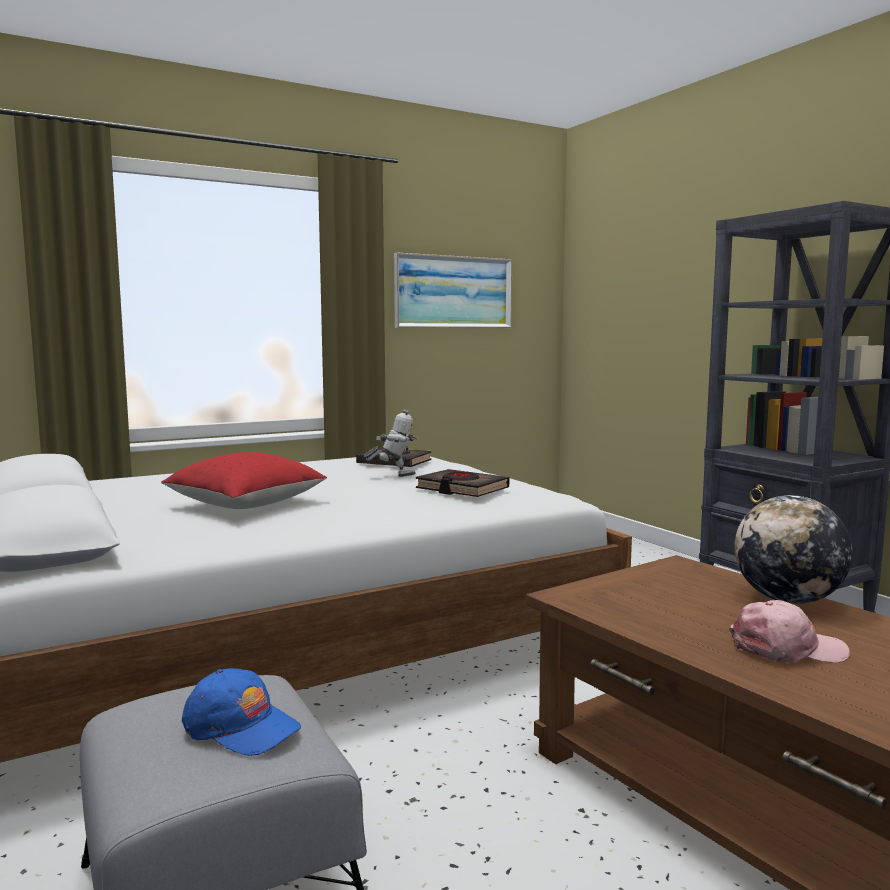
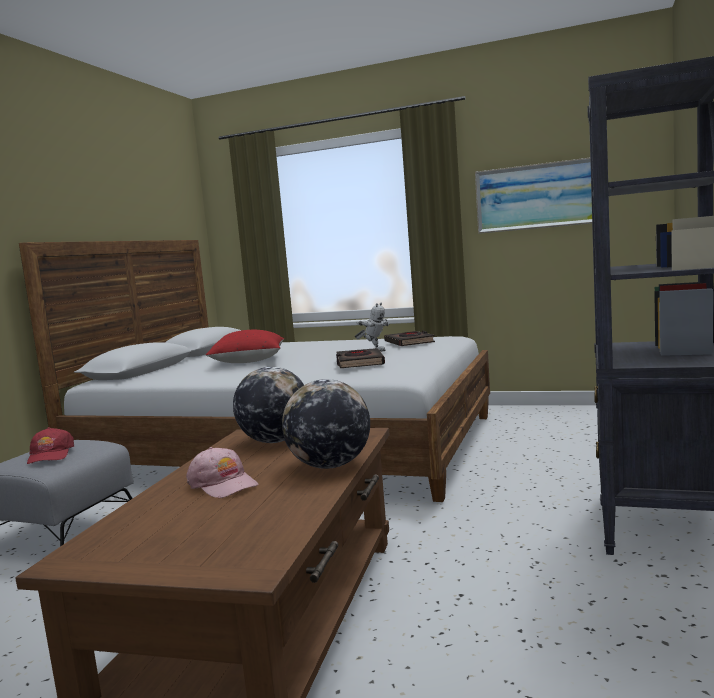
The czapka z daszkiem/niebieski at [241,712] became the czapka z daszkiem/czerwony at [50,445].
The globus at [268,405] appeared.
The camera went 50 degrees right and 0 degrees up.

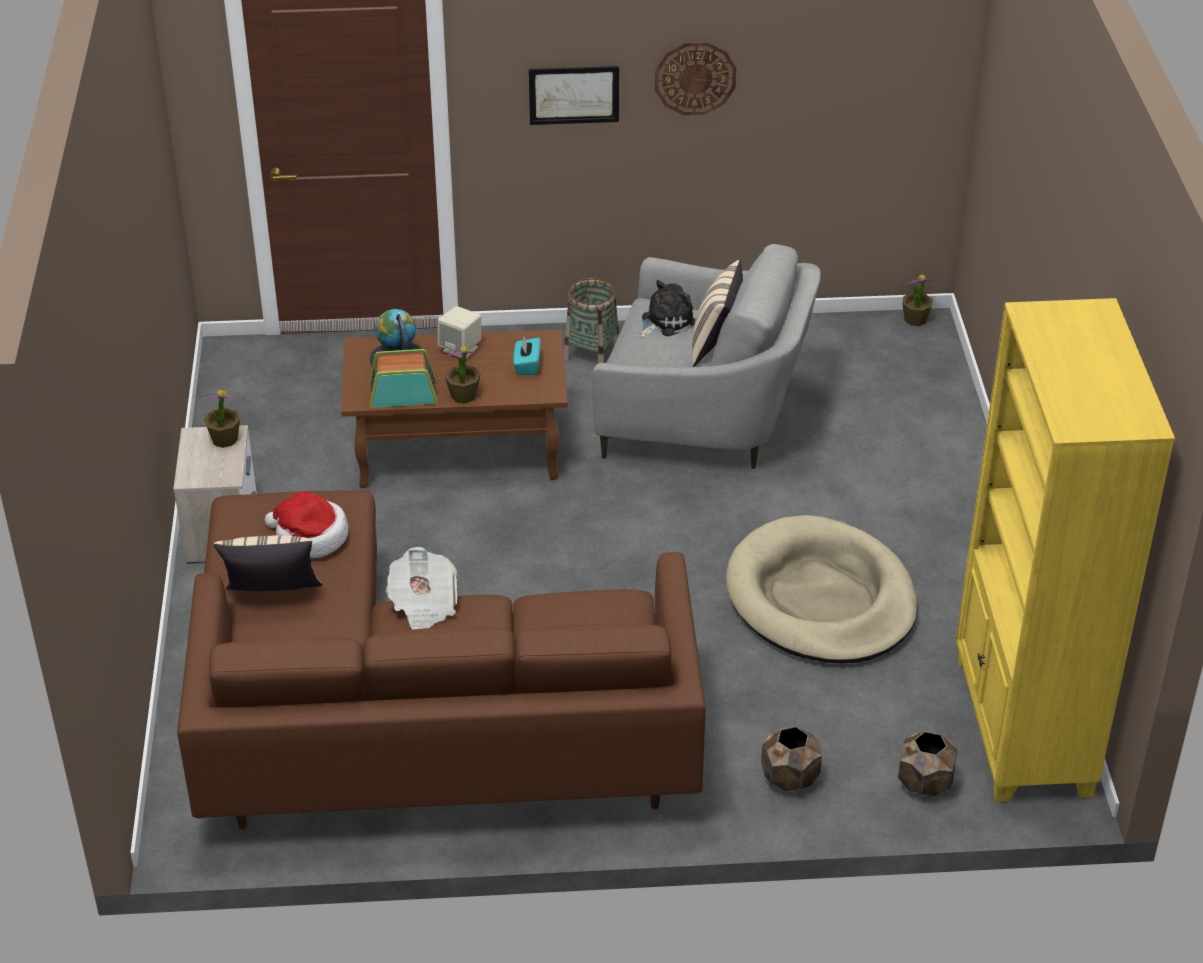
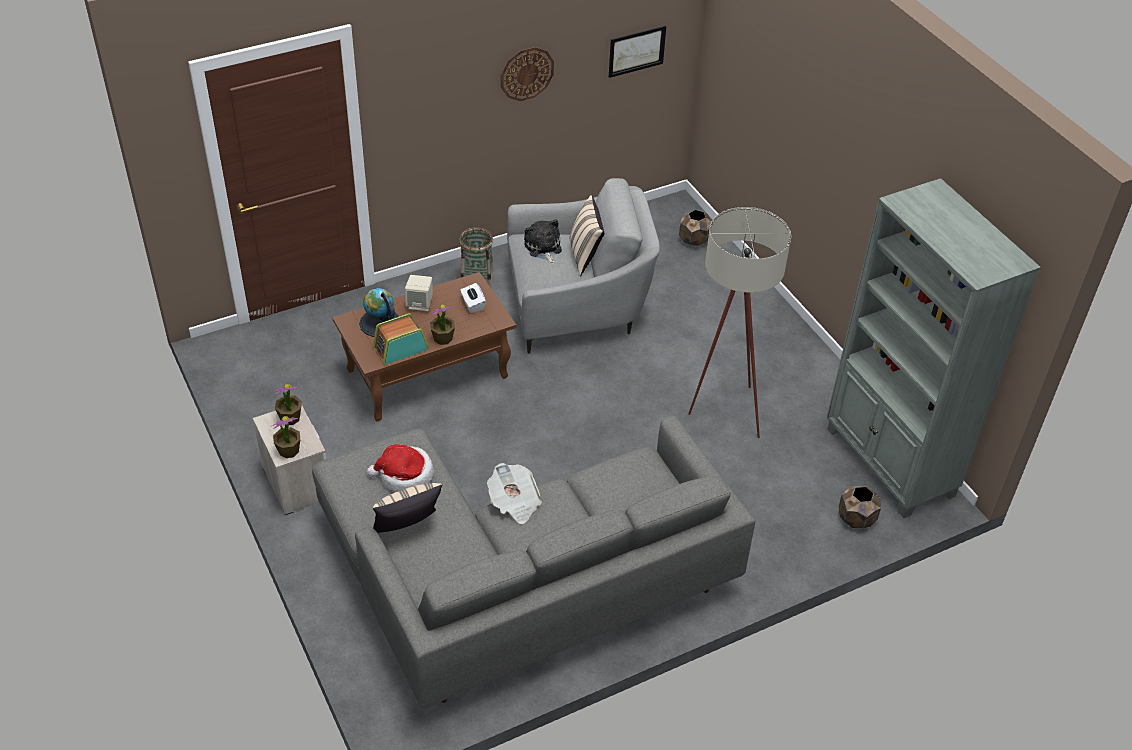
The obraz moved from [574,95] to [637,51].
The roślina doniczkowa moved from [918,300] to [286,437].
The pluszak at [667,308] turned 45 degrees counterclockwise.
The regał/żółty at [1065,550] became the regał/szary at [934,348].
The pudełko chusteczek/turkusowy at [527,356] became the pudełko chusteczek/biały at [473,298].
The kanapa/brązowy at [441,660] became the kanapa/szary at [533,562].
The legowisko/beżowy at [821,589] was replaced by the lampa stojąca/beżowy at [739,322].
The donica/brązowy moved from [791,758] to [695,228].
The camera went 25 degrees left and 5 degrees up.

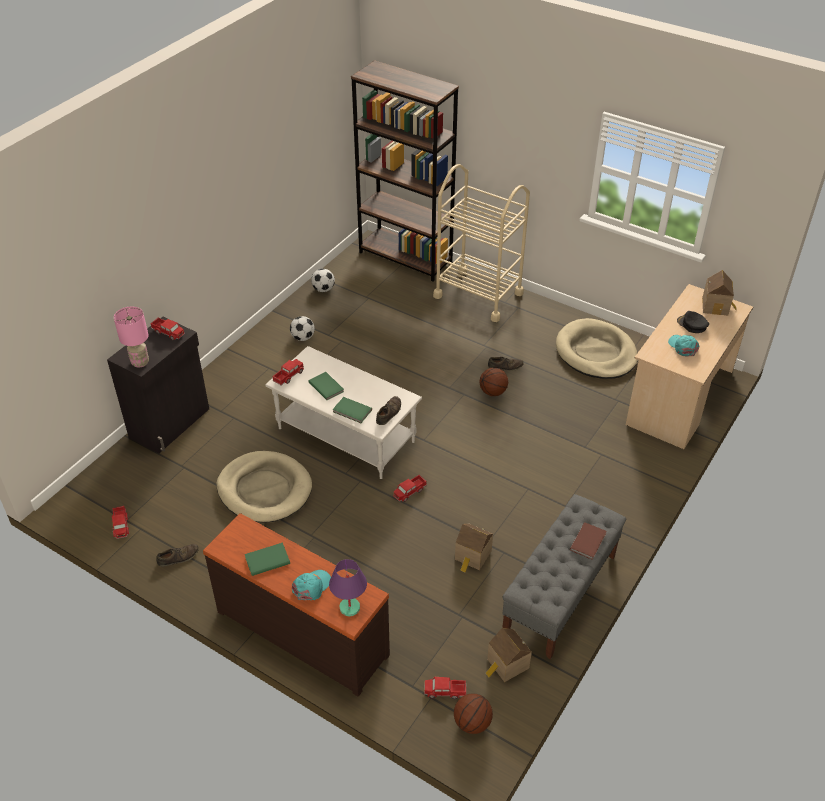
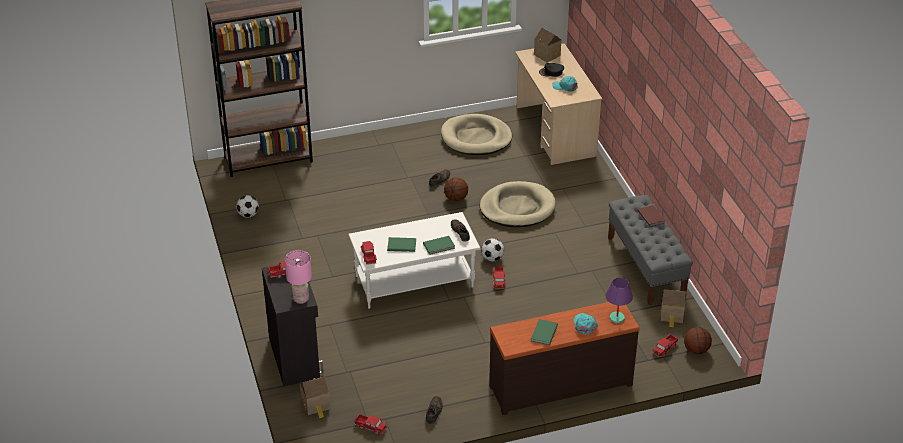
The wózek/beżowy at [481,243] disappeared.
The piłka futbolowa moved from [302,328] to [492,250].
The legowisko/beżowy moved from [264,486] to [518,204].
The domek moved from [474,548] to [315,397].
The camera went 50 degrees left and 5 degrees down.

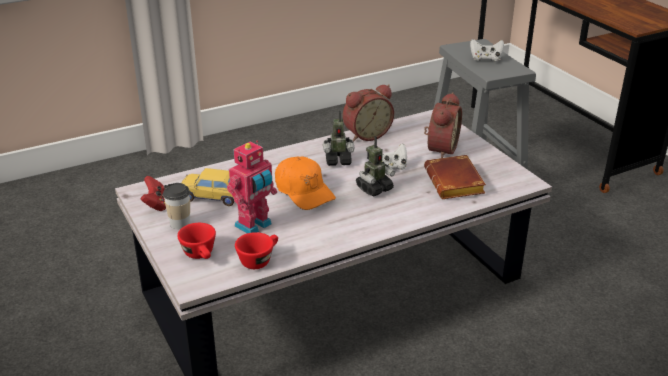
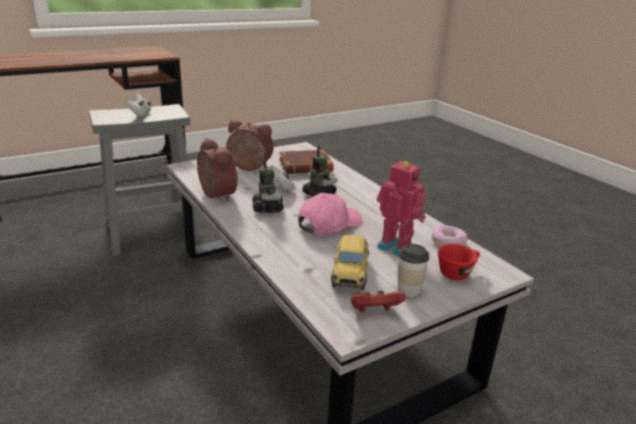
The czapka z daszkiem/pomarańczowy at [305,183] became the czapka z daszkiem/różowy at [330,214].
The filiżanka/czerwony at [256,250] was replaced by the donut at [450,236].
The camera went 95 degrees left and 5 degrees down.

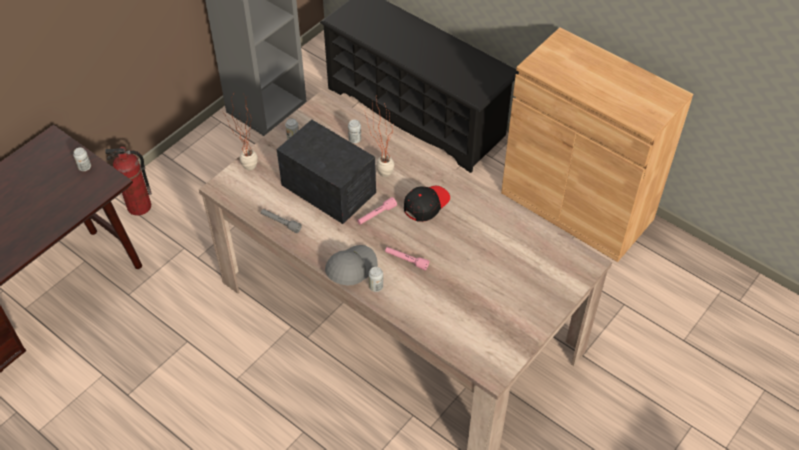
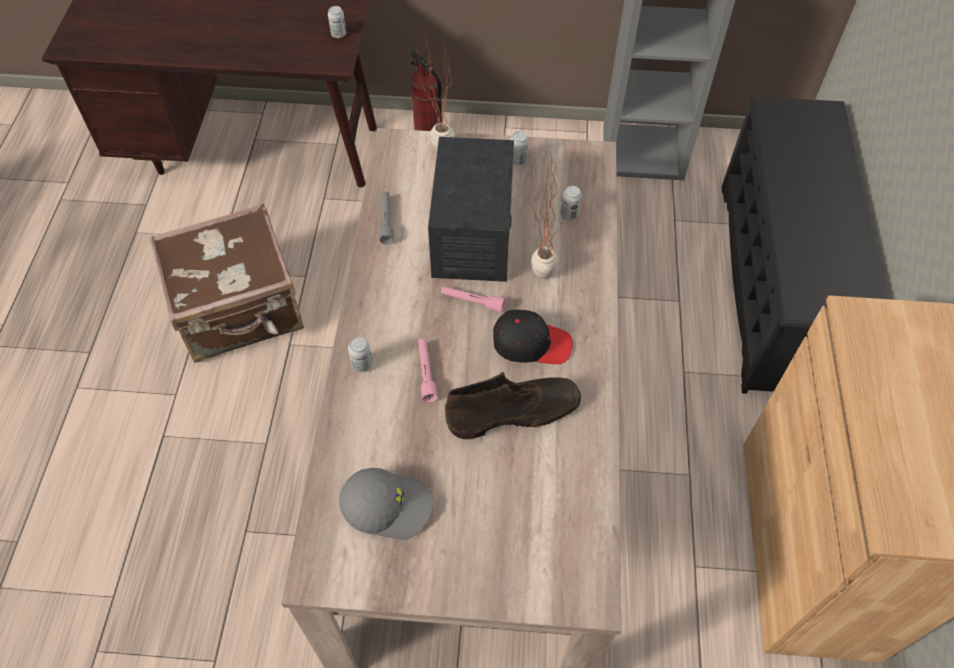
The czapka z daszkiem/szary moved from [351,265] to [386,504].
The walizka/brązowy at [226,283] appeared.
The but z cholewką/brązowy at [513,405] appeared.
The camera went 55 degrees right and 5 degrees up.

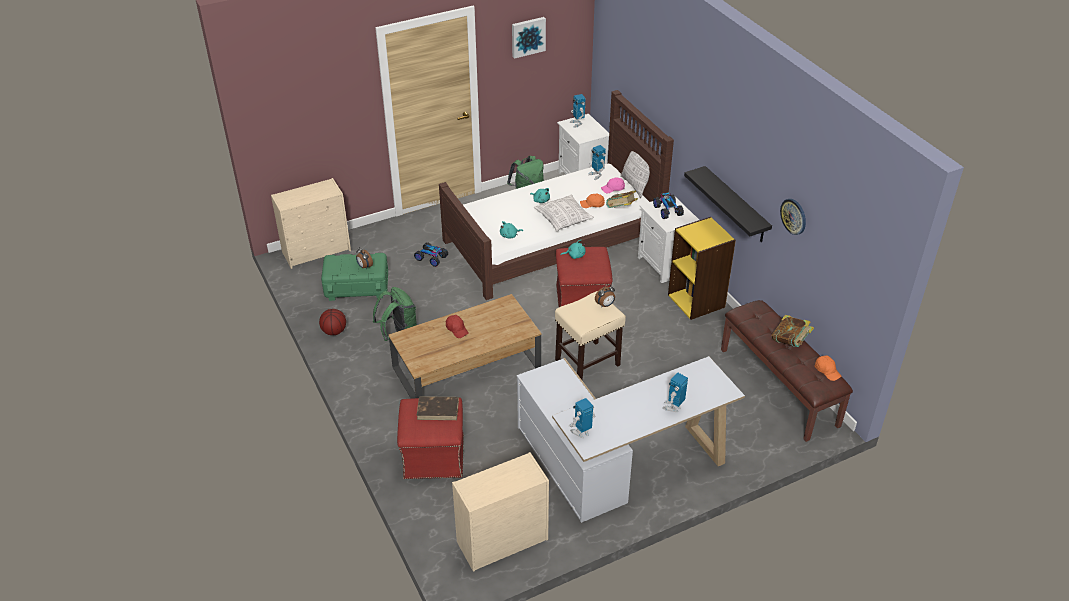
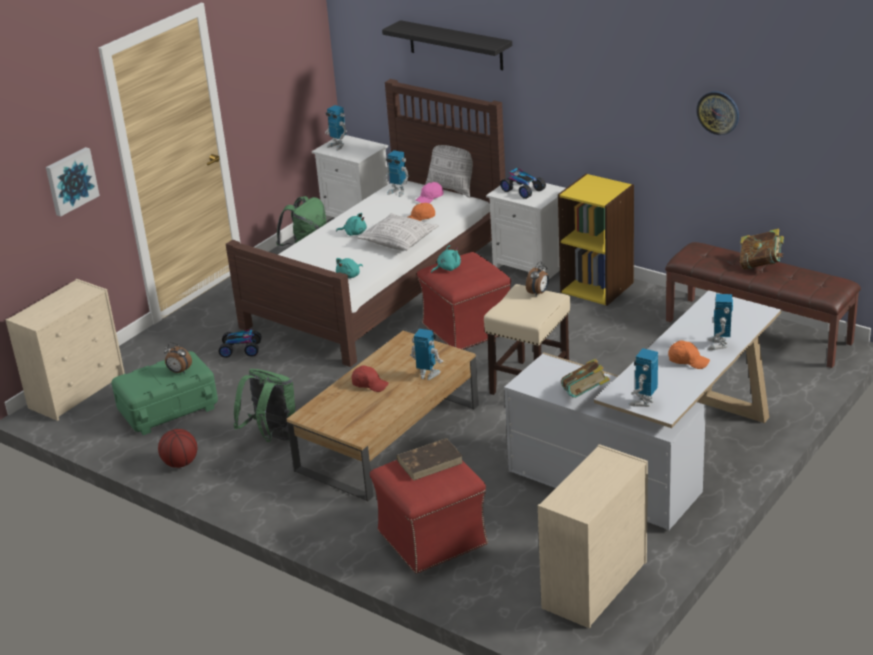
The obraz moved from [529,38] to [73,181].
The półka/czarny moved from [728,204] to [447,45].
The książka moved from [622,199] to [585,378].
The czapka z daszkiem/pomarańczowy moved from [828,368] to [689,354].
The robot zabawkowy at [426,354] appeared.
The camera went 25 degrees left and 10 degrees down.

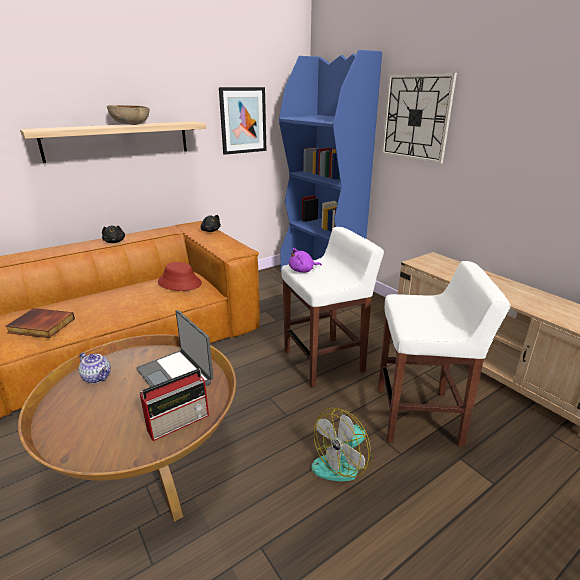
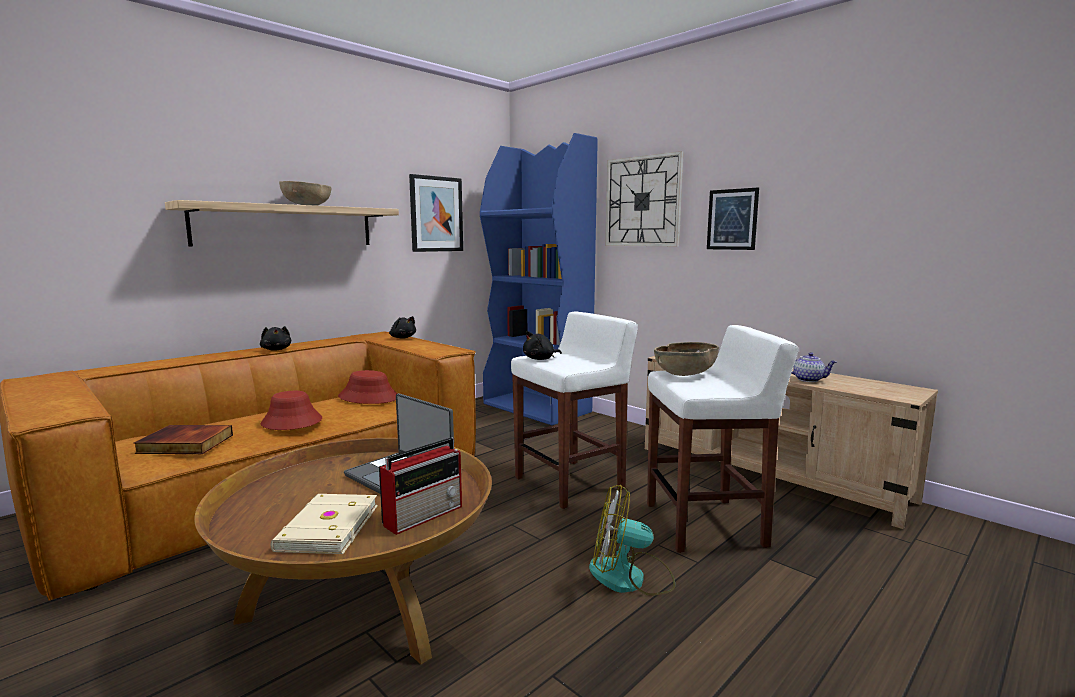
The pluszak/fioletowy at [305,260] became the pluszak/czarny at [542,345].
The imbryk moved from [95,368] to [814,367].
The wentylator at [342,445] turned 60 degrees clockwise.
The obraz at [733,218] appeared.
The miska/brązowy at [686,359] appeared.
The kapelusz/czerwony at [291,410] appeared.
The książka/beżowy at [324,524] appeared.
The camera went 10 degrees left and 15 degrees down.

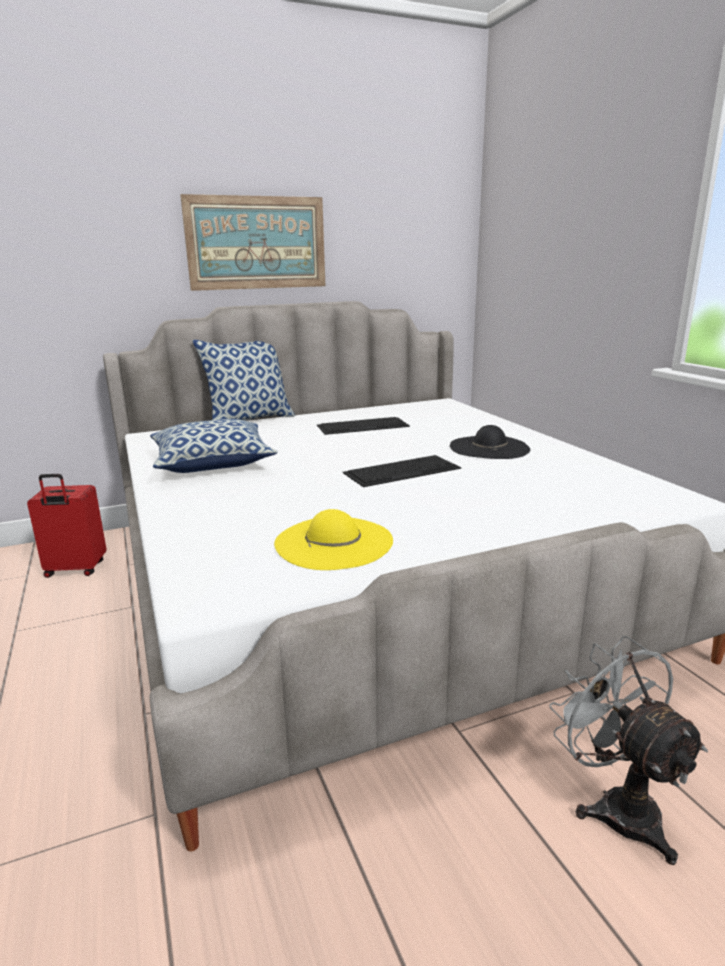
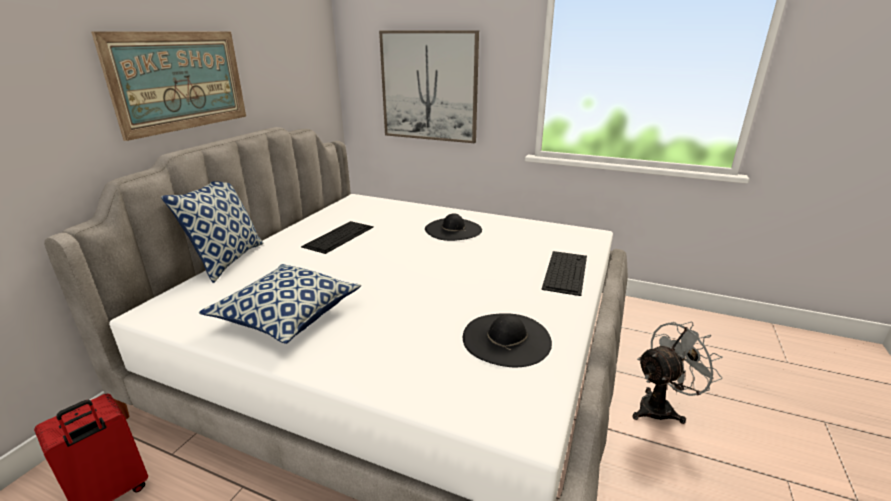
The klawiatura moved from [402,471] to [564,273].
The kapelusz/żółty at [333,539] became the kapelusz/czarny at [507,340].
The wentylator/szary at [628,750] turned 135 degrees clockwise.
The obraz at [429,87] appeared.
The camera went 45 degrees left and 5 degrees up.

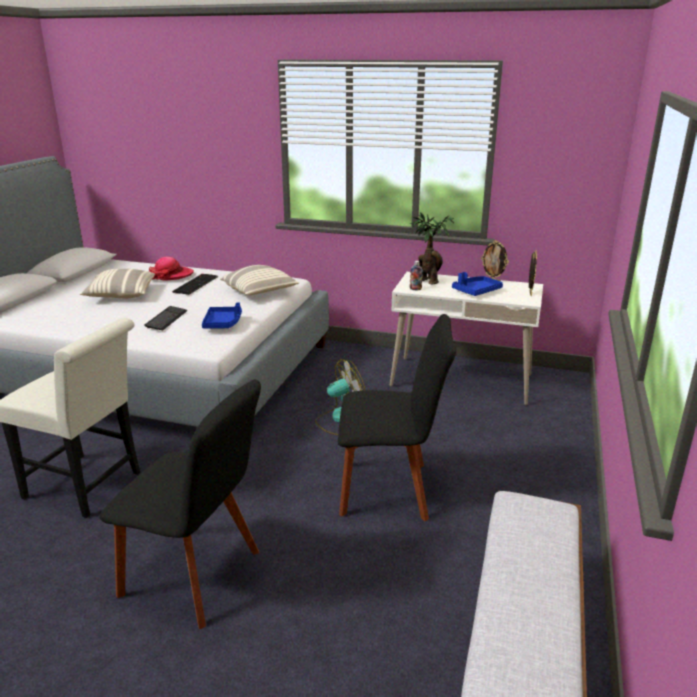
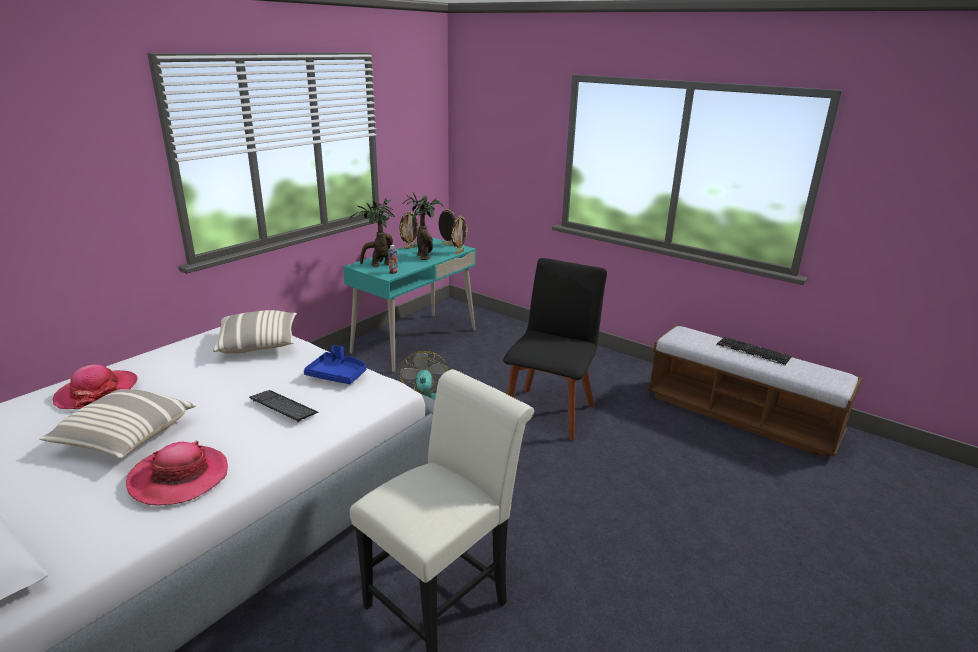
The biurko/biały at [466,338] became the biurko/turkusowy at [409,305].
The taca/niebieski at [477,284] was replaced by the roślina doniczkowa at [423,226].
The klawiatura moved from [195,284] to [754,351].
The krzesło/czarny at [180,504] disappeared.
The ramka na zdjęcie at [459,235] appeared.
The kapelusz at [177,473] appeared.
The camera went 70 degrees left and 0 degrees up.

